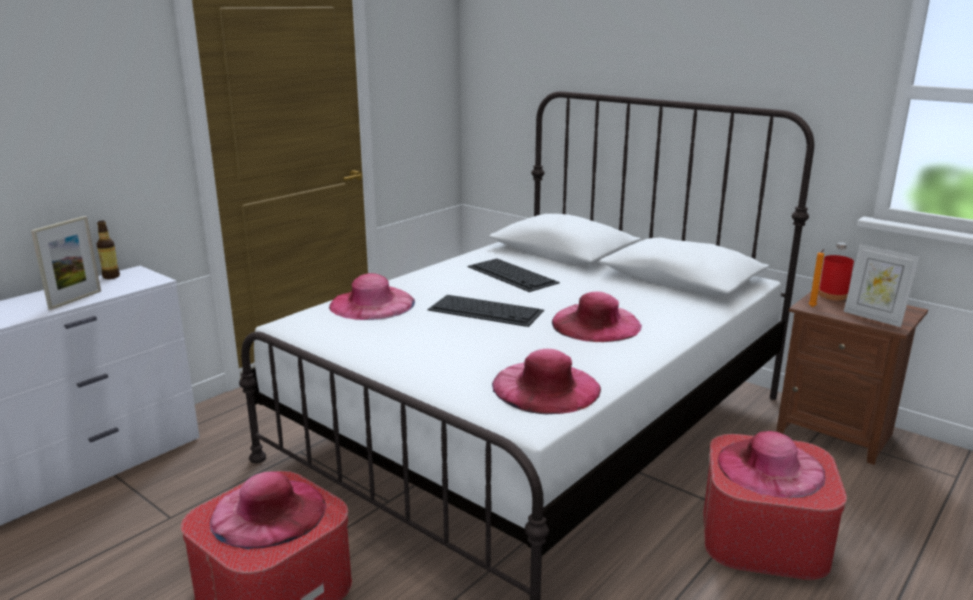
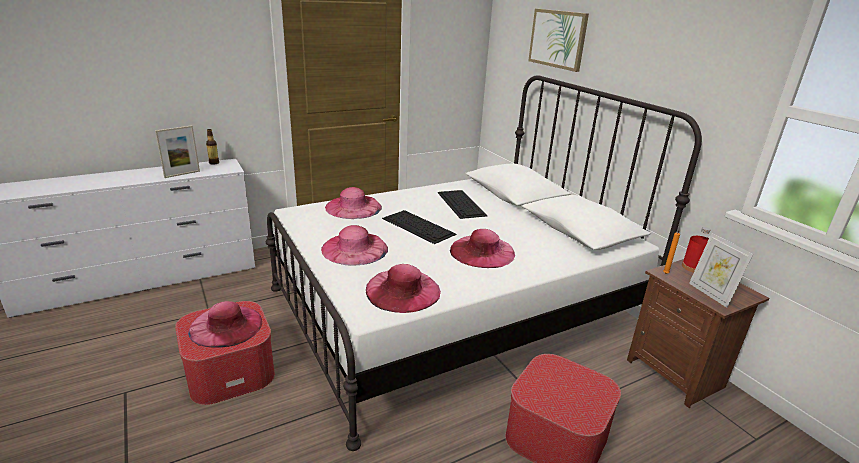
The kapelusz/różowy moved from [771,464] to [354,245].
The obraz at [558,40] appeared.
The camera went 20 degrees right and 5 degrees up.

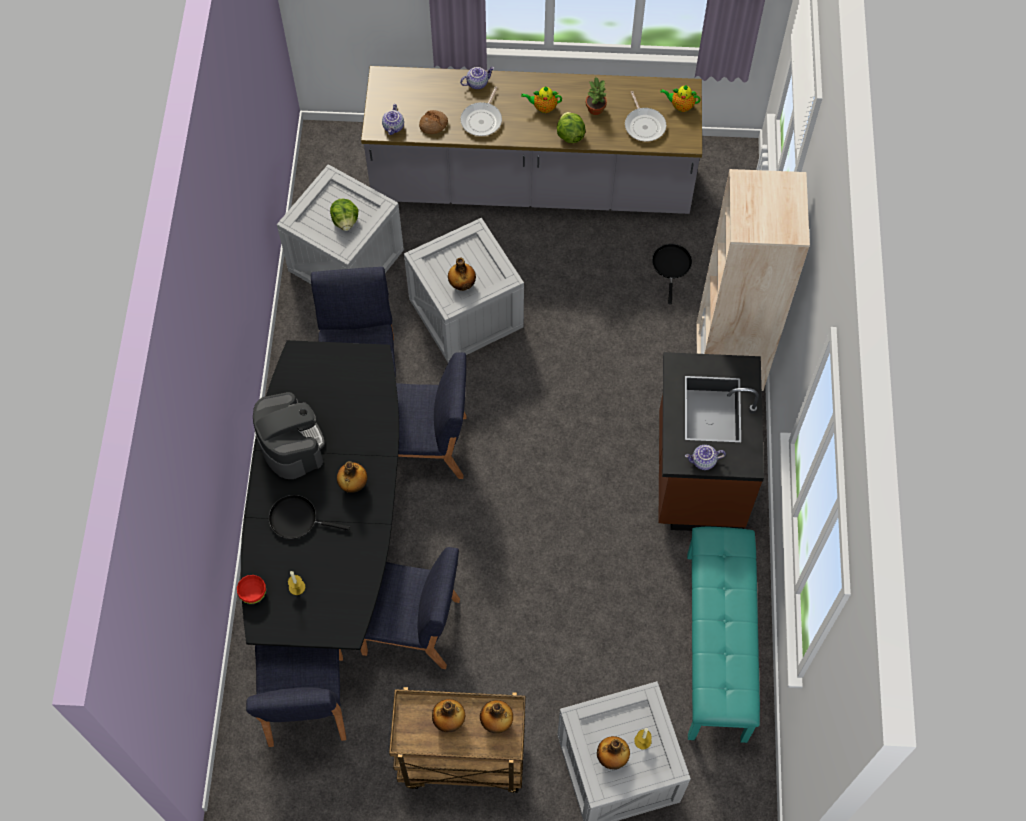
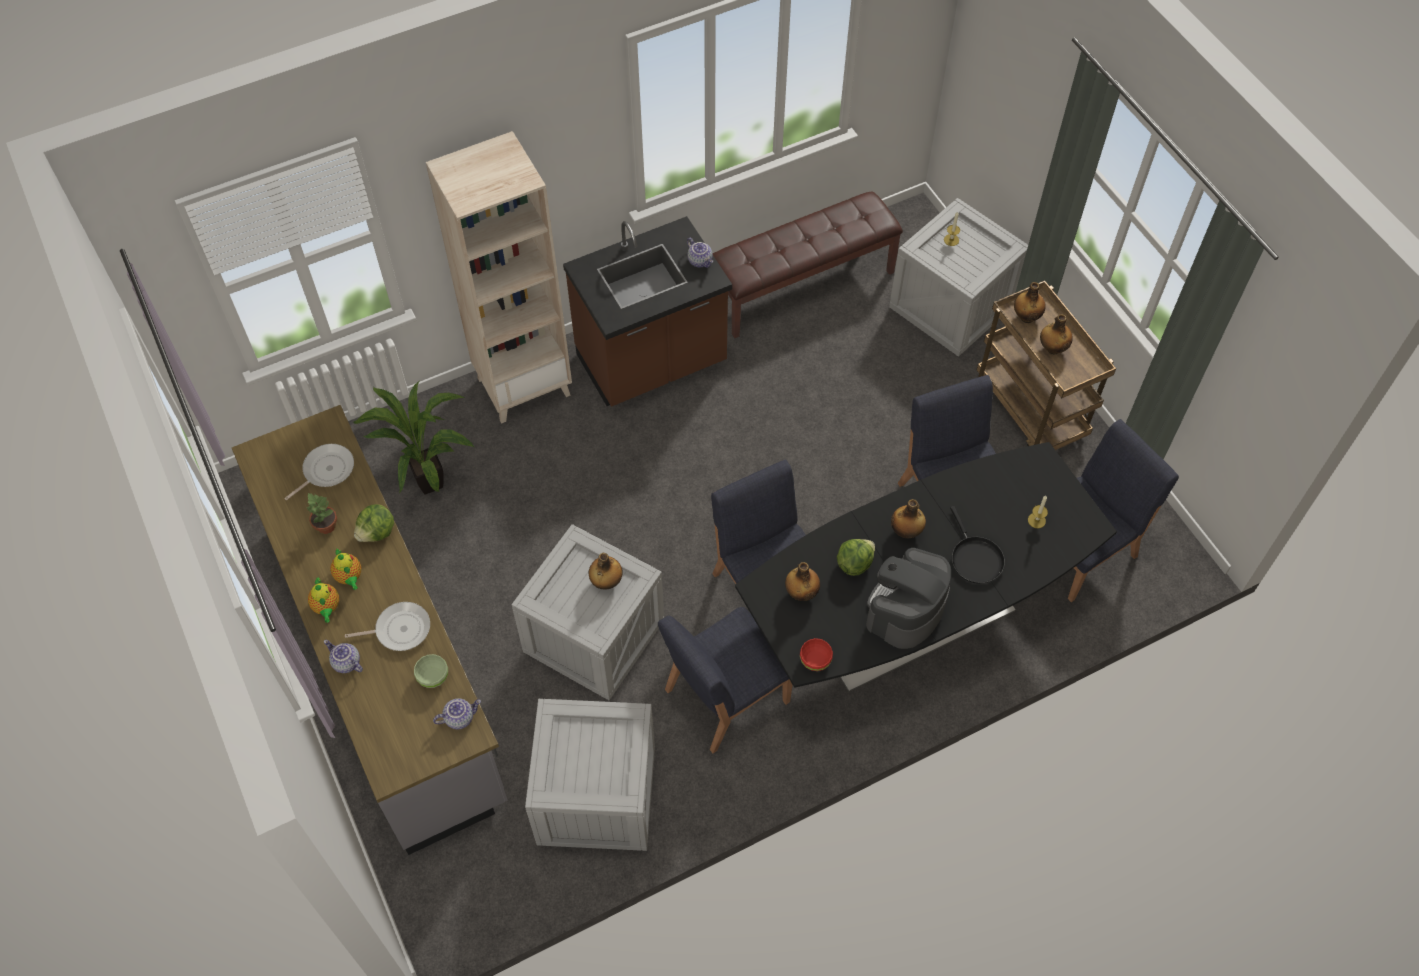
The imbryk moved from [680,98] to [323,600].
The chleb at [433,122] was replaced by the miska/zielony at [431,671].
The sałata moved from [344,215] to [856,557].
The patelnia/czarny at [672,274] was replaced by the roślina doniczkowa at [414,437].
The ławka/turkusowy at [723,635] became the ławka/brązowy at [808,265].
The miska/czerwony moved from [251,589] to [816,654].
The butelka moved from [613,753] to [802,581].
The camera went 120 degrees left and 5 degrees down.

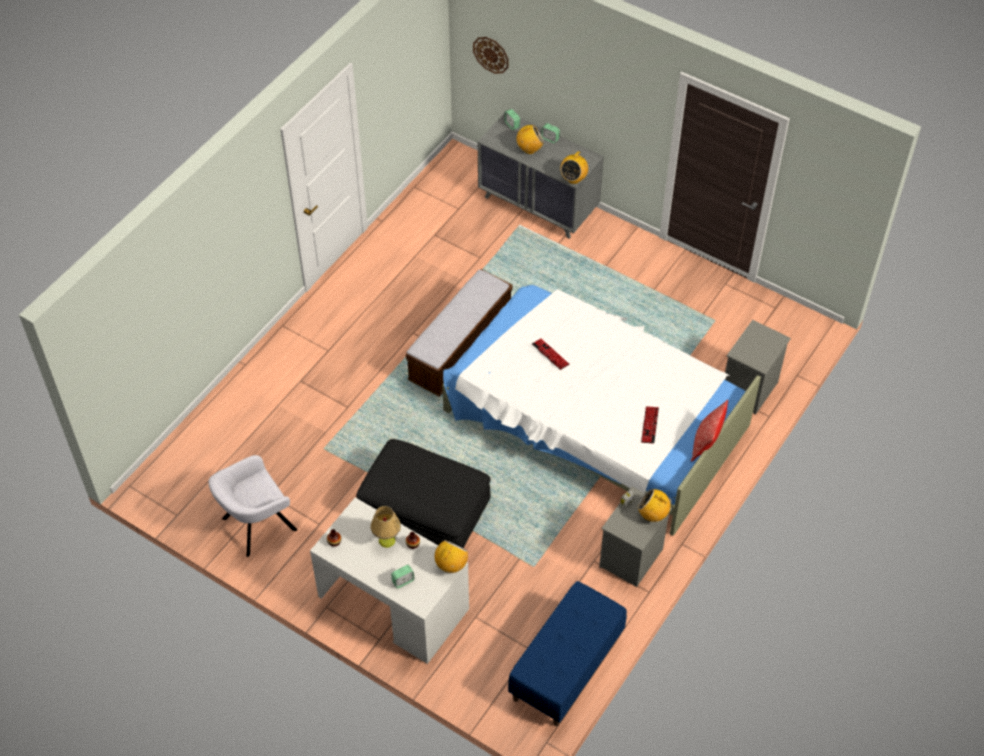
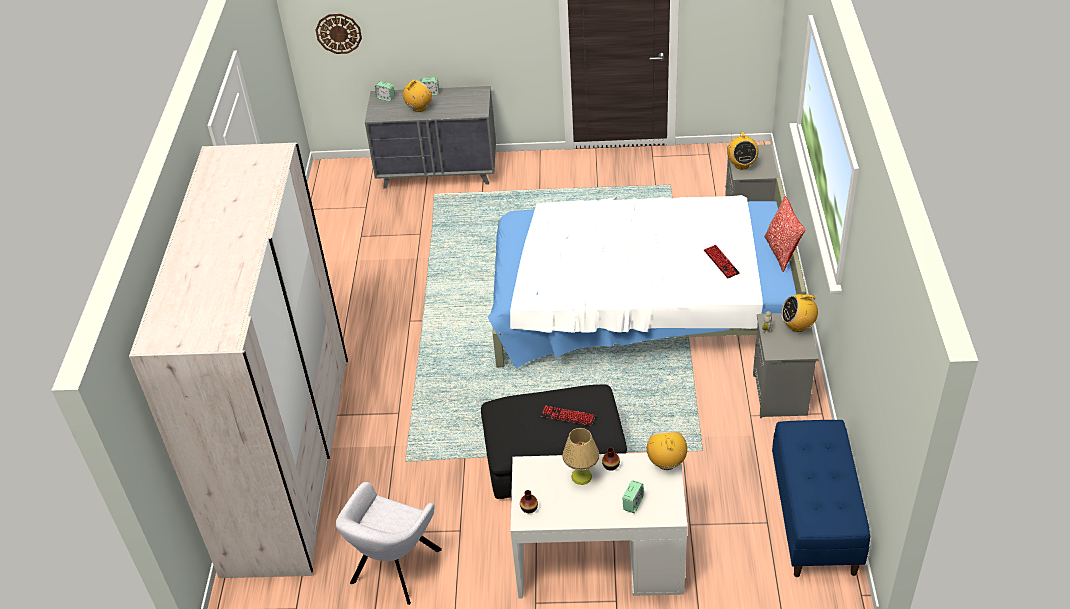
The radio moved from [574,167] to [743,150].
The ławka at [459,333] disappeared.
The klawiatura moved from [550,354] to [567,416].
The szafa/beżowy at [238,360] appeared.
The camera went 30 degrees left and 10 degrees down.

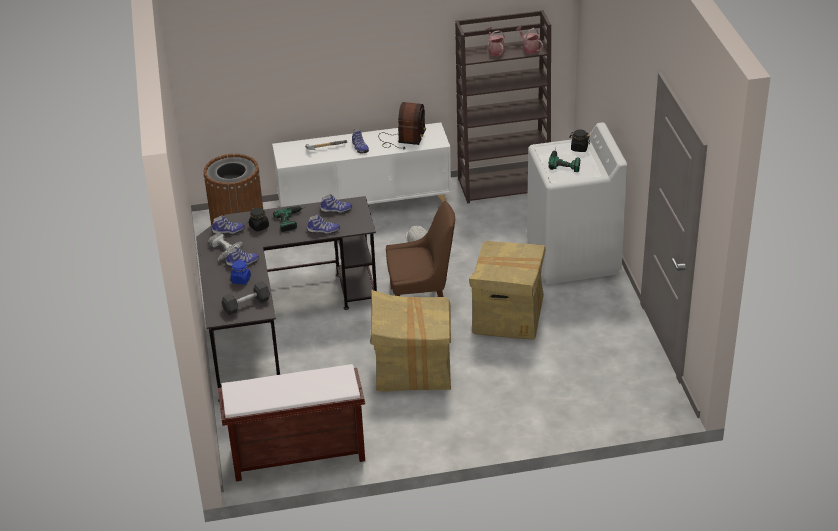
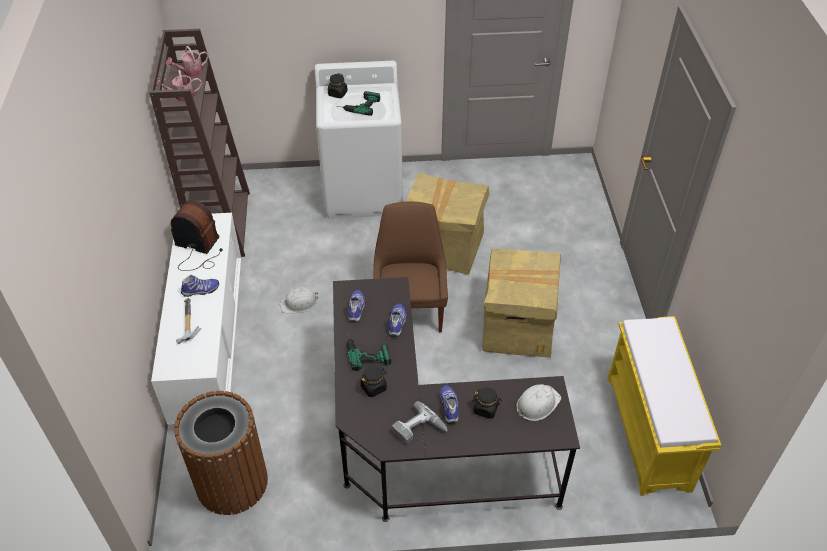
The but at [227,225] disappeared.
The słoik/niebieski at [241,272] became the słoik/czarny at [487,403].
The hantel/szary at [246,298] was replaced by the kask/biały at [538,402].
The ławka/brązowy at [291,422] became the ławka/żółty at [664,406].
The camera went 85 degrees left and 10 degrees up.

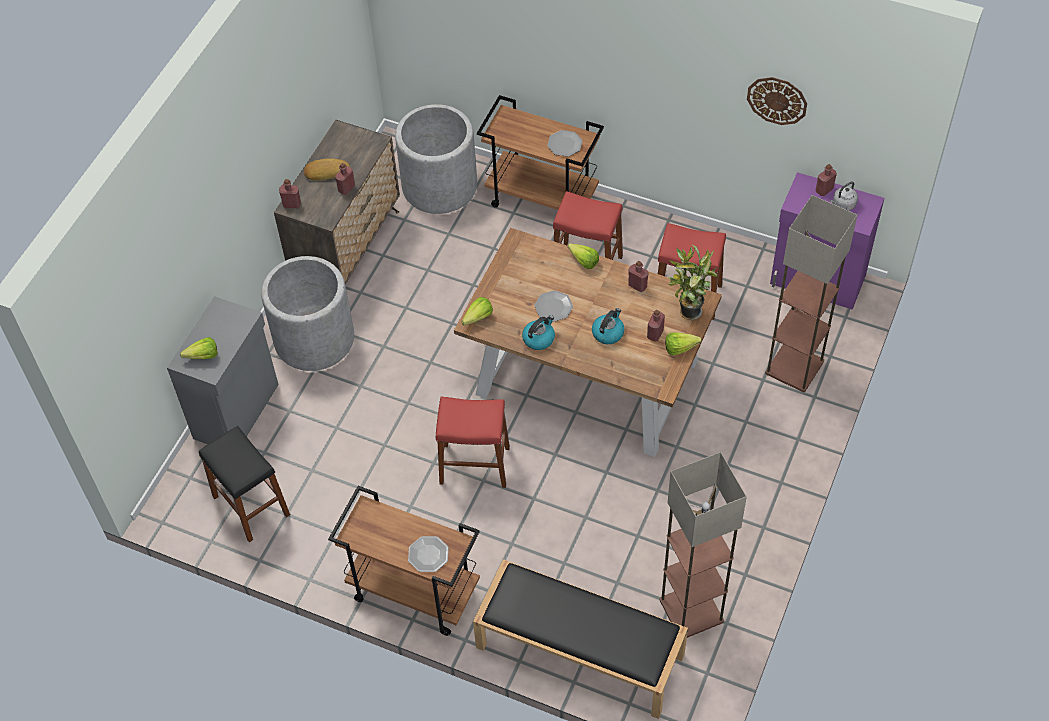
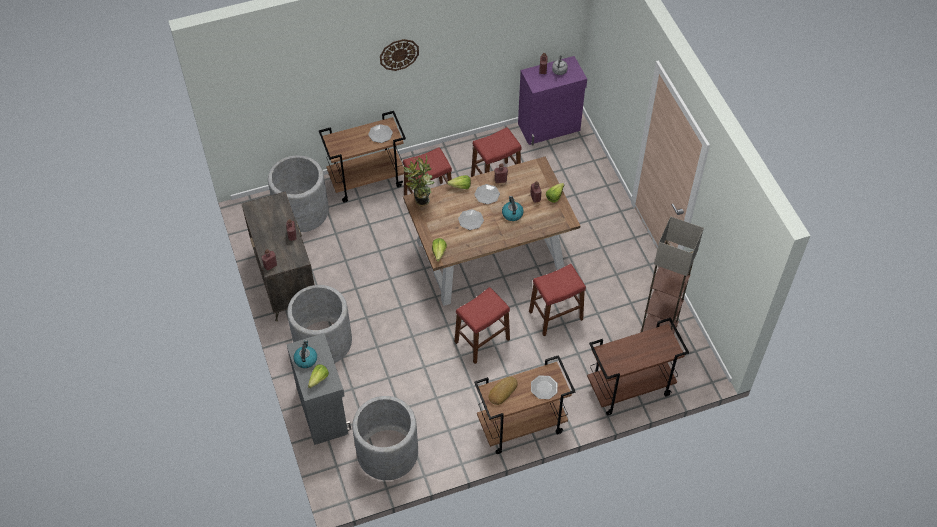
The zegar ścienny moved from [777,101] to [399,55].
The chleb moved from [327,169] to [503,391].
The lampa stojąca at [811,293] disappeared.
The roślina doniczkowa moved from [693,282] to [419,180].
The czajnik moved from [538,332] to [305,354].
The stołek/czarny at [244,484] was replaced by the donica/szary at [385,438].
The ławka/czarny at [580,639] was replaced by the wózek/brązowy at [638,366].
The talerz at [487,194] appeared.
The stołek/czerwony at [557,300] appeared.
The camera went 45 degrees left and 0 degrees up.

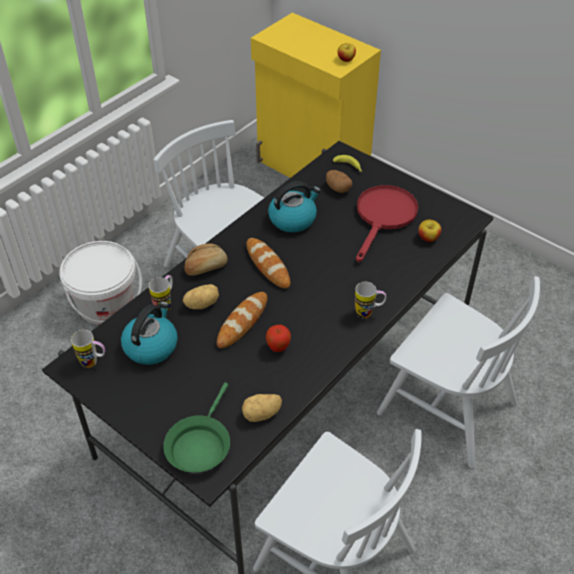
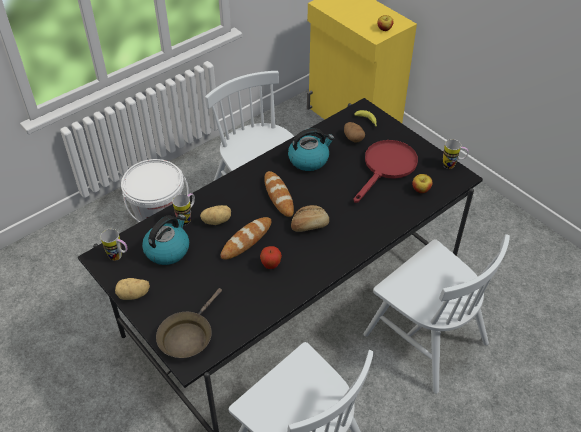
The chleb moved from [206,259] to [310,218].
The kubek moved from [370,300] to [455,154].
The patelnia/zielony at [196,428] became the patelnia/brązowy at [189,323].
The ziemniak moved from [262,408] to [132,289].
The camera went 10 degrees right and 0 degrees up.

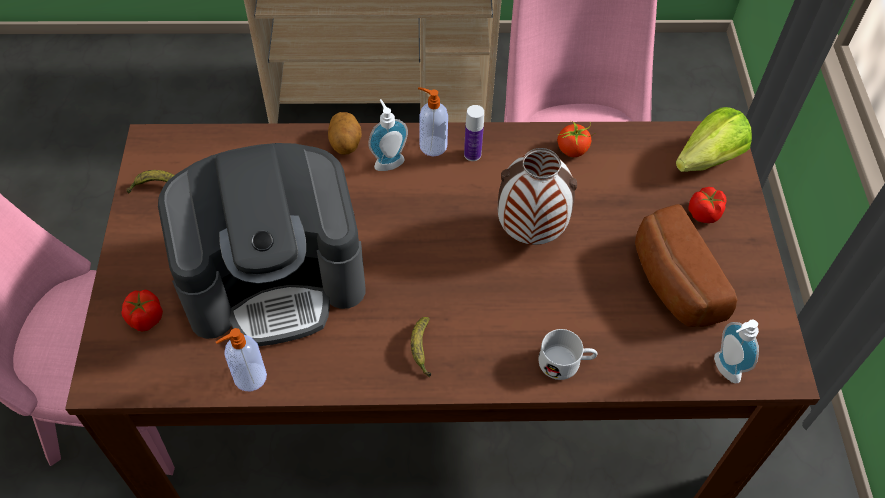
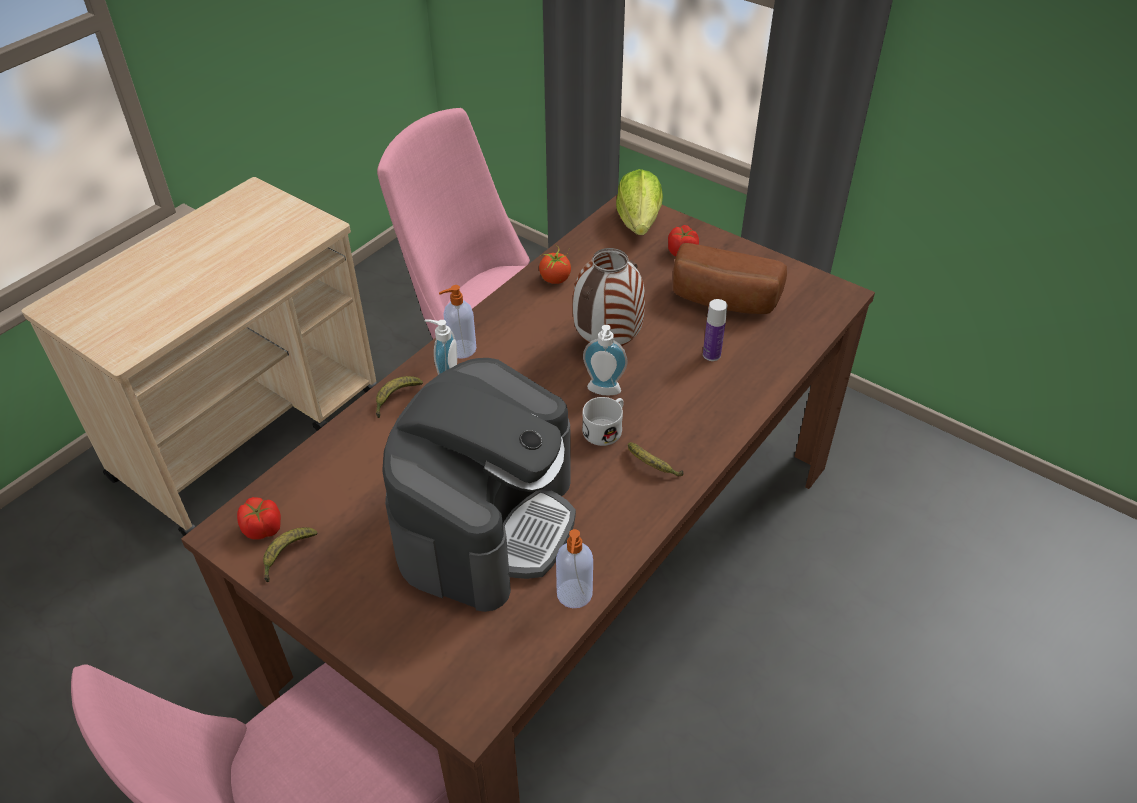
The butelka moved from [474,133] to [715,330].
The ziemniak at [345,133] was replaced by the banan at [399,397].
The pomidor moved from [142,310] to [259,518].
The dozownik mydła moved from [736,351] to [605,360].
The kubek/biały moved from [568,354] to [603,421].
The camera went 50 degrees left and 10 degrees down.

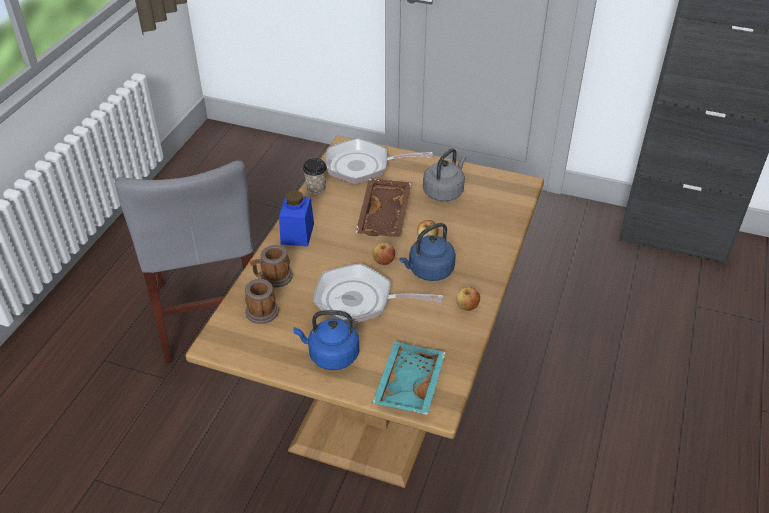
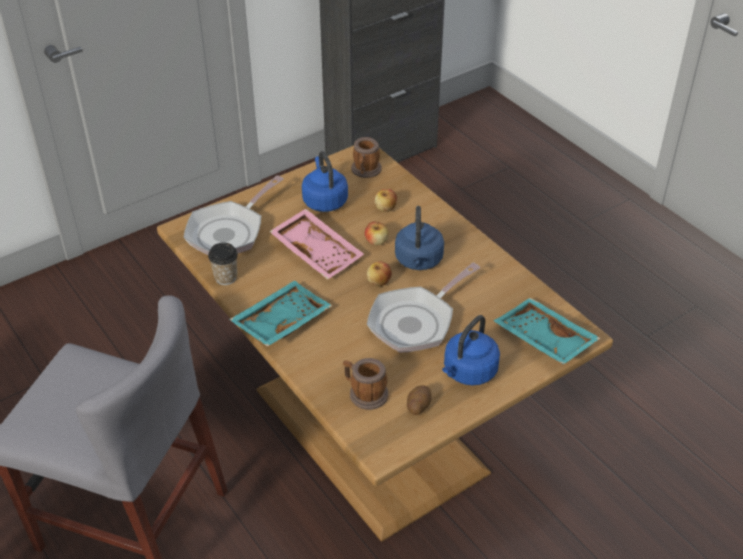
The czajnik/szary at [444,175] became the czajnik/niebieski at [325,181].
The taca/brązowy at [383,208] became the taca/różowy at [316,244].
The słoik/niebieski at [296,218] was replaced by the taca/turkusowy at [280,313].
The kubek moved from [271,266] to [366,157].
The jabłko moved from [468,299] to [386,200].
The ziemniak at [419,400] appeared.
The camera went 55 degrees left and 0 degrees up.

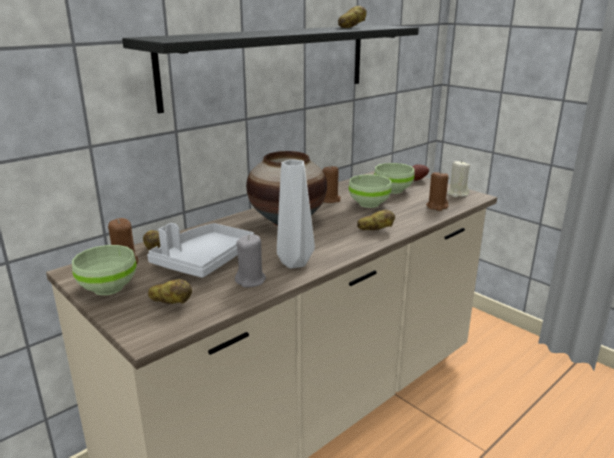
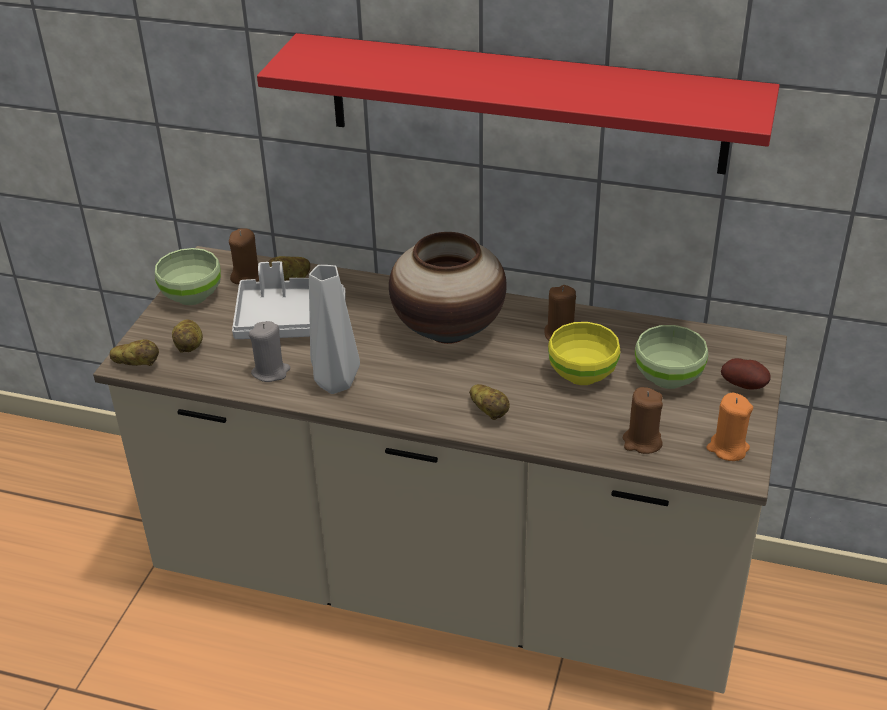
The ziemniak moved from [352,17] to [134,352].
The półka/czarny at [270,69] became the półka/czerwony at [518,103].
The świeca/beżowy at [458,178] became the świeca/pomarańczowy at [730,427].
The miska/zielony at [370,191] became the miska/żółty at [584,353].
The camera went 60 degrees right and 15 degrees up.

